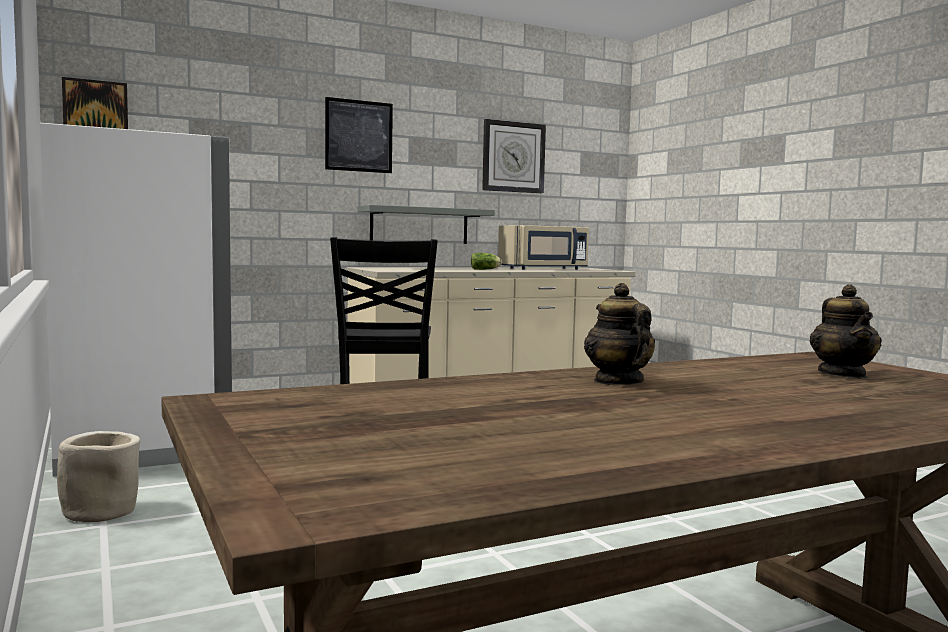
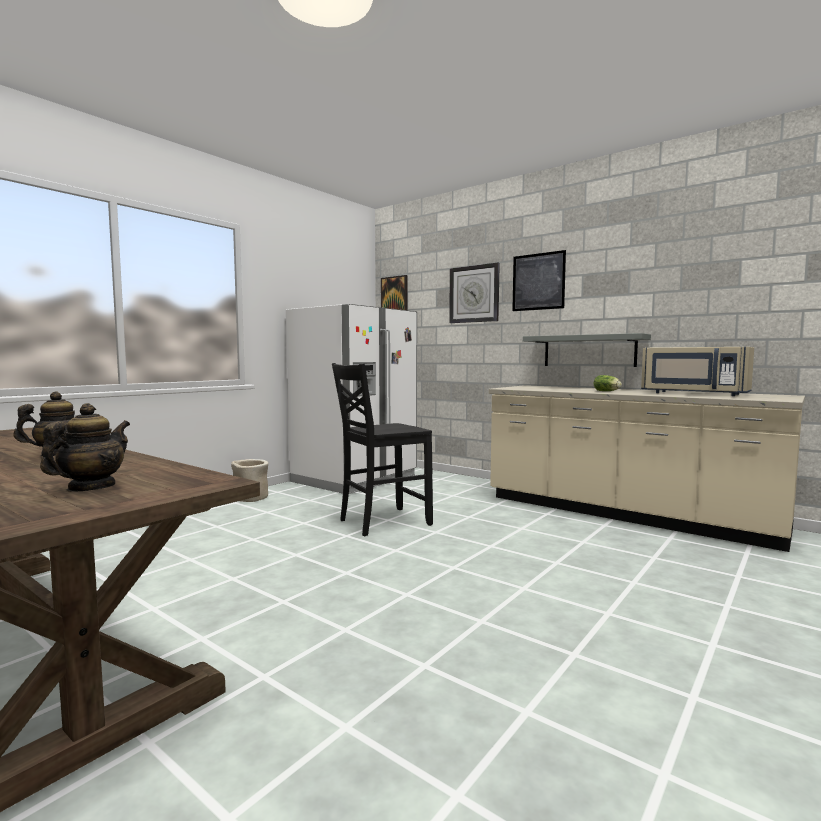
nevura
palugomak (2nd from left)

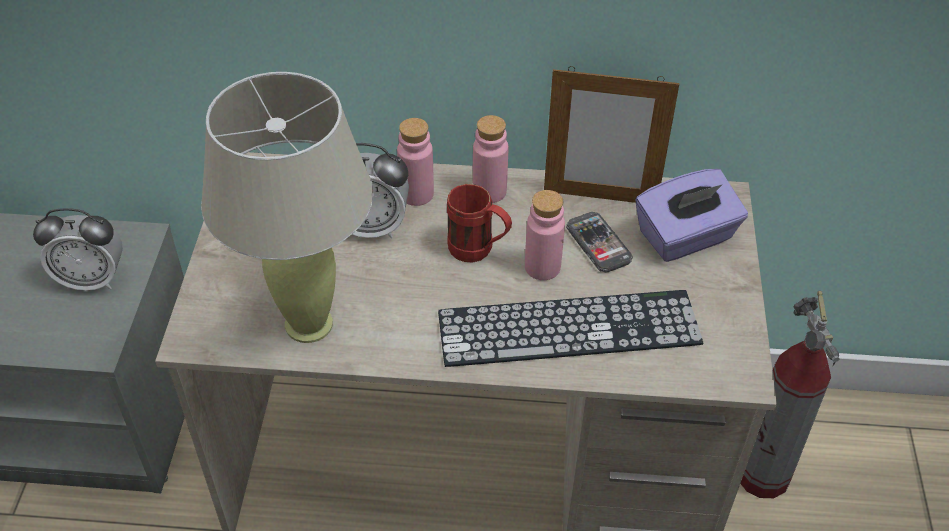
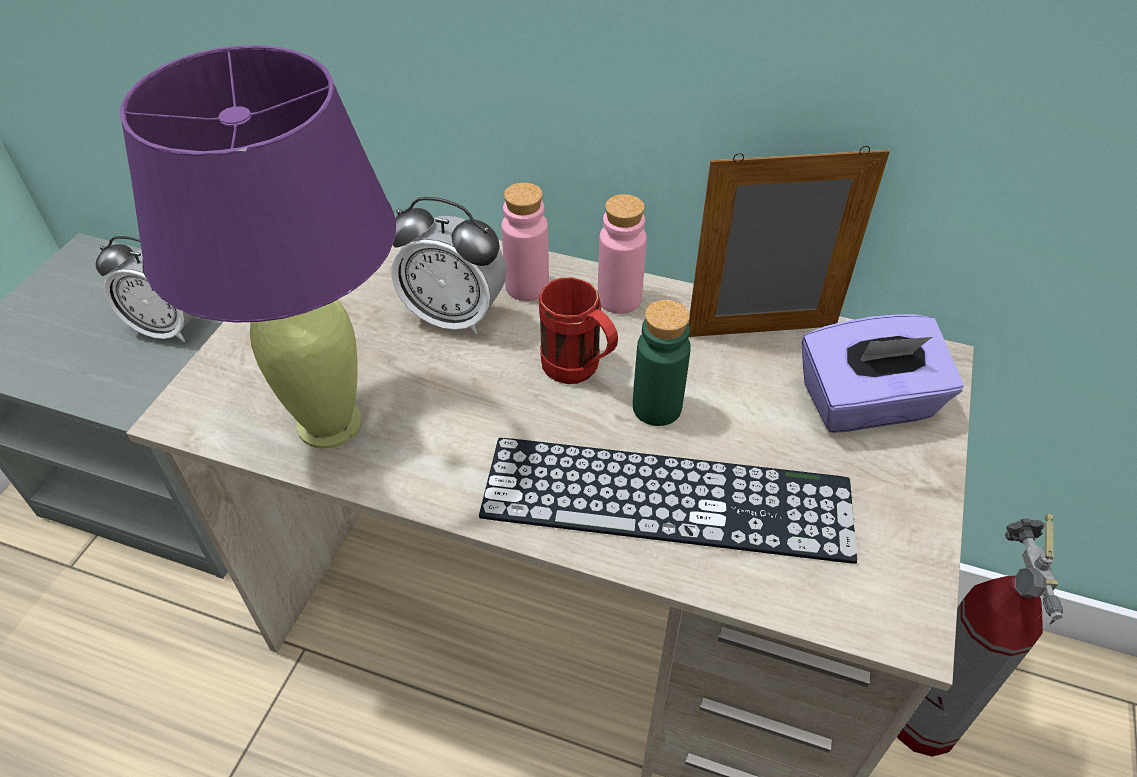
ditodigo
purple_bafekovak
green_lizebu
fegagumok

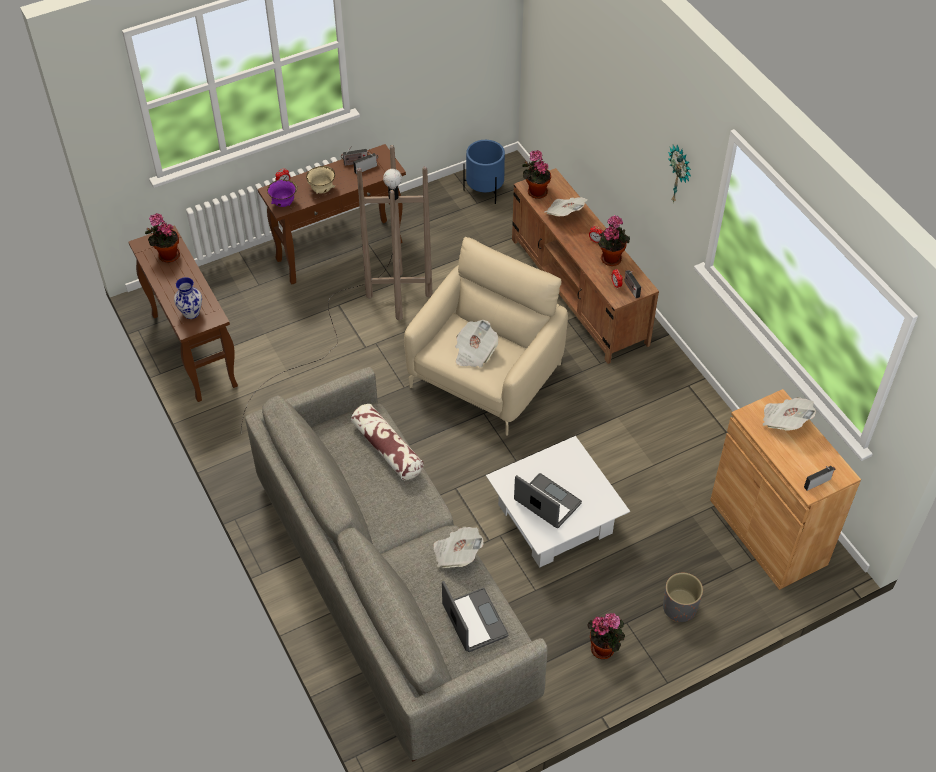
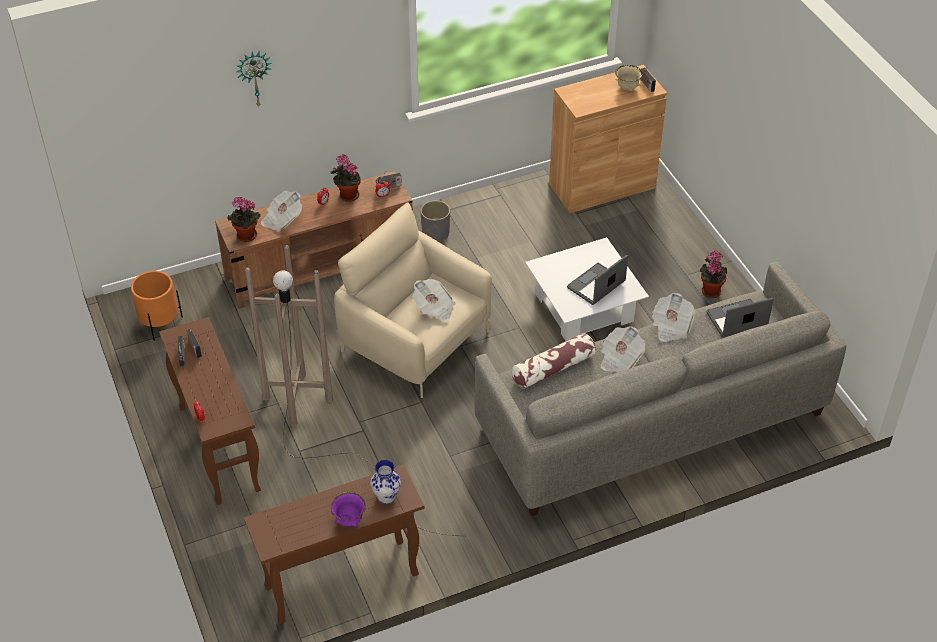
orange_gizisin
nevura
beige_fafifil
purple_fafifil
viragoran (1st from left in the first image)
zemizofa (3rd from left)
grey_gizisin

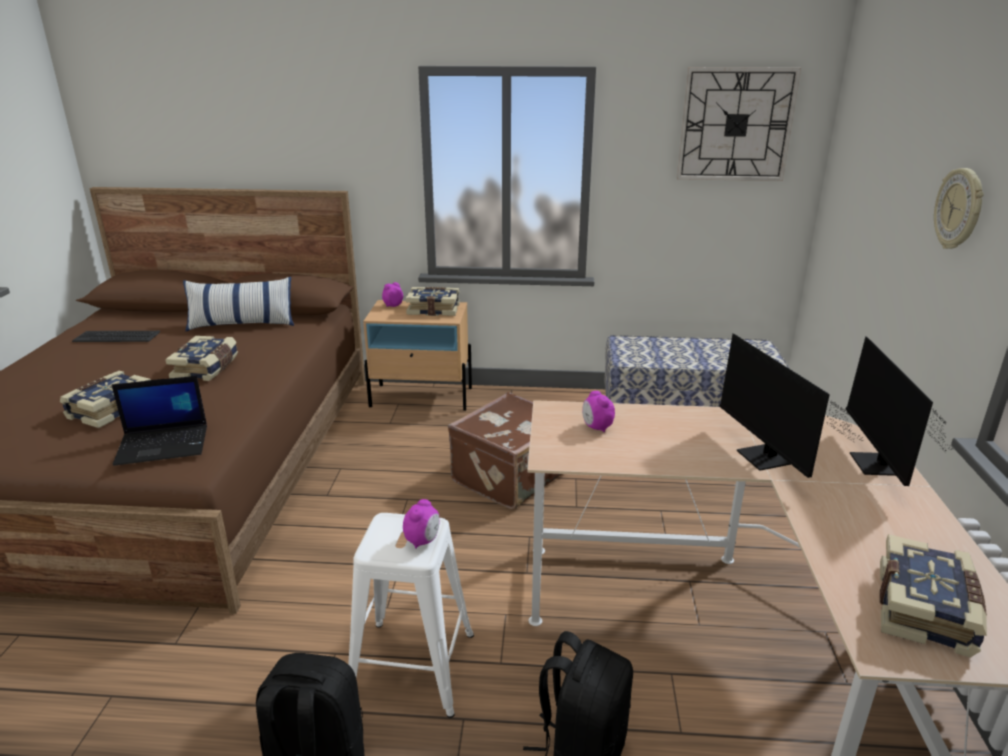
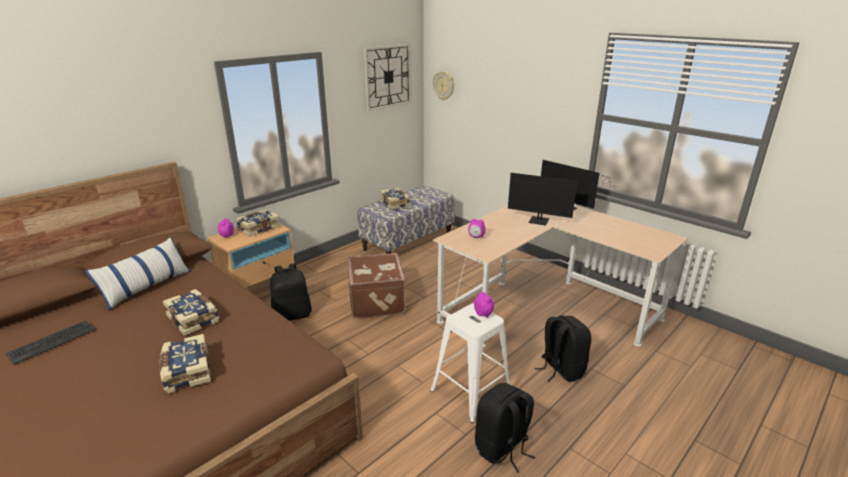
nevura (2nd from left)
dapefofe
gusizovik (4th from left)
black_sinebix (1st from left)

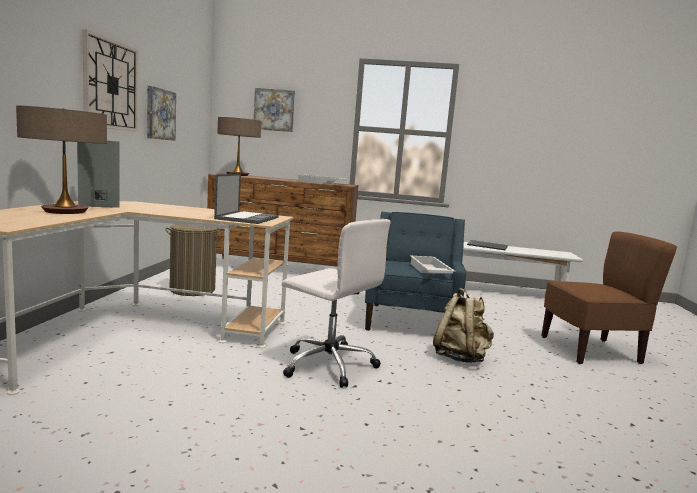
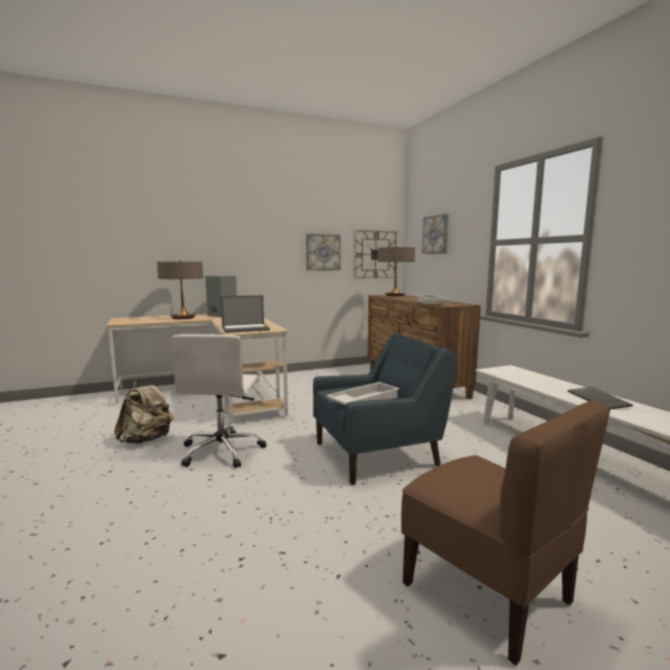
nevura
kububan
beige_sinebix

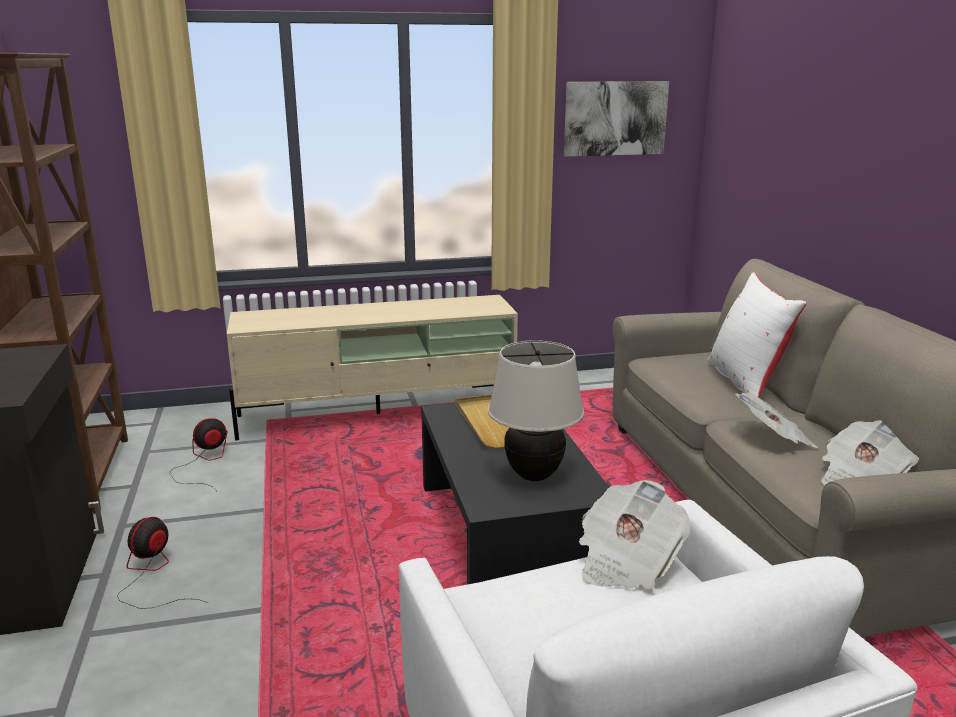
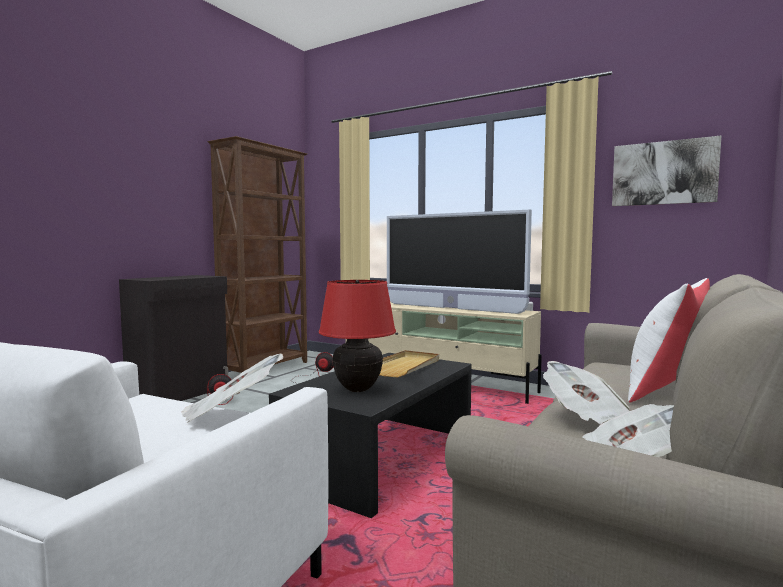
red_bafekovak
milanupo

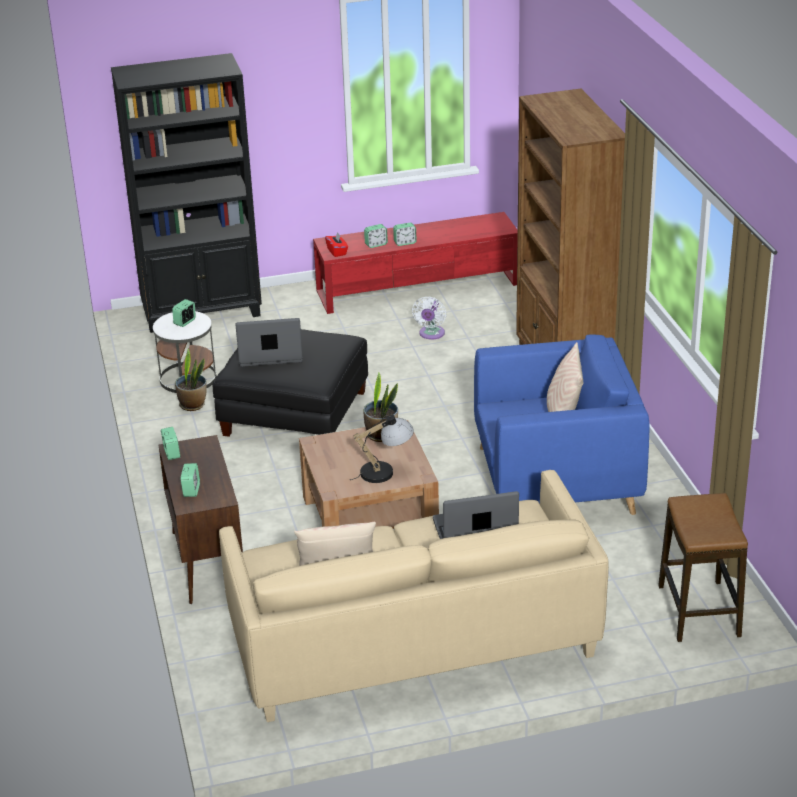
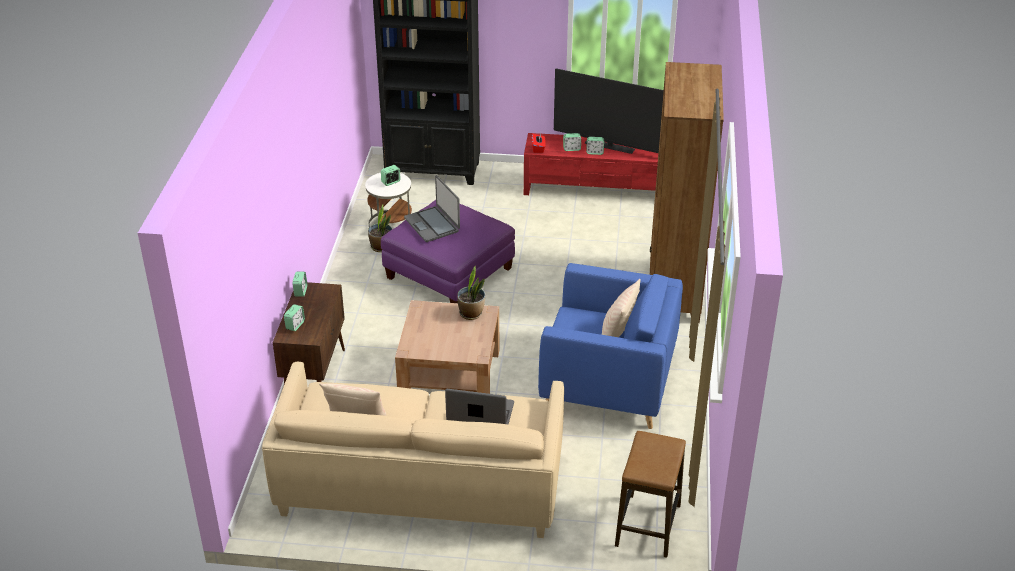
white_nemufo
dapefofe (1st from left)
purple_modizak
bafekovak
milanupo

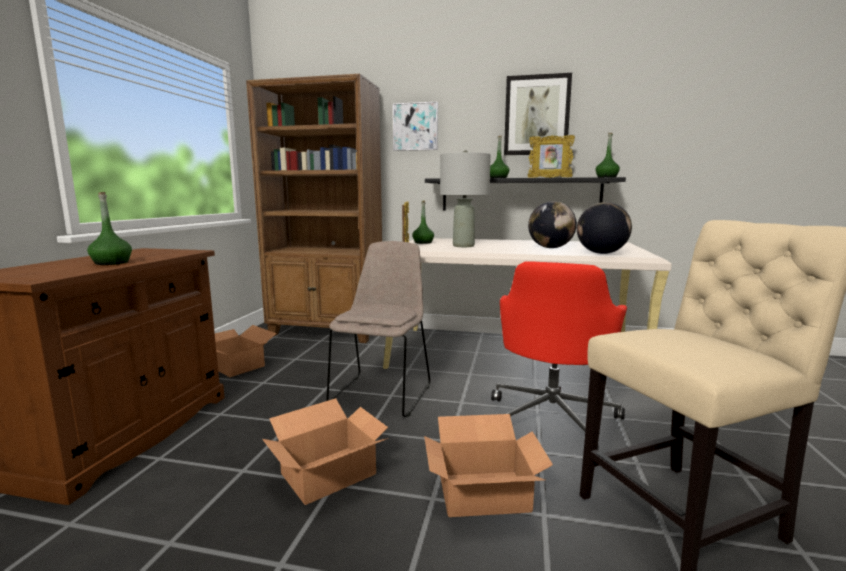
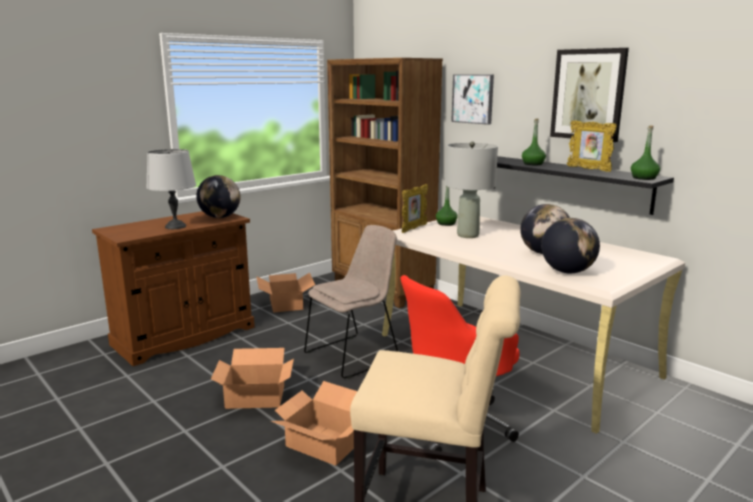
grey_bafekovak (1st from left)
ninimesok (1st from left)

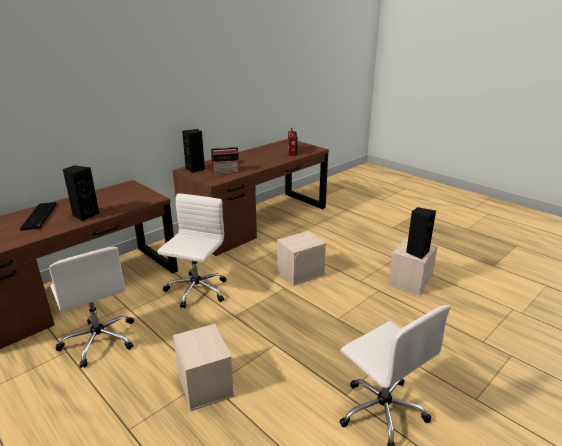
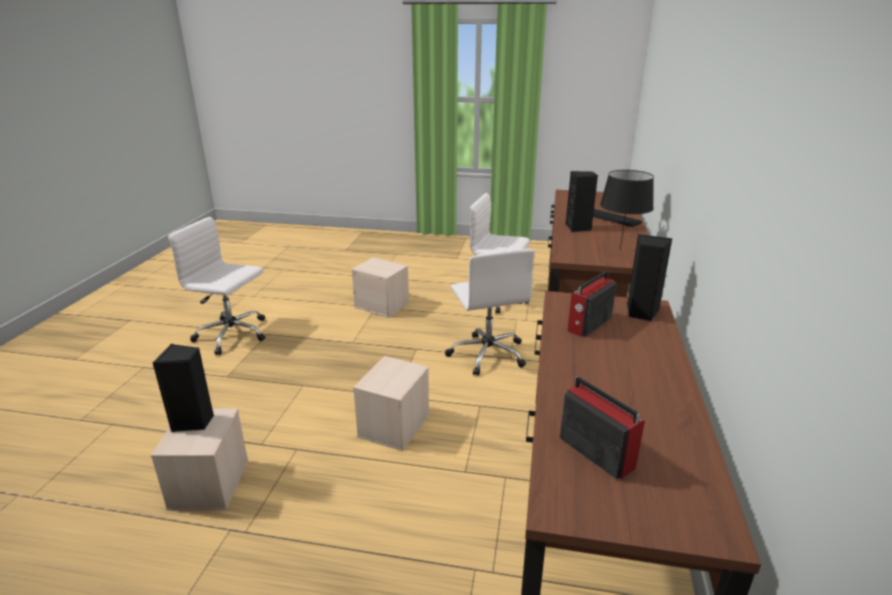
black_bafekovak

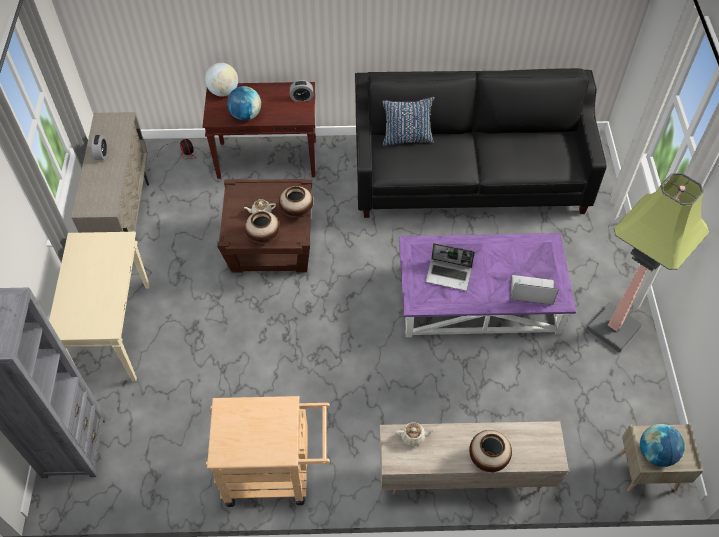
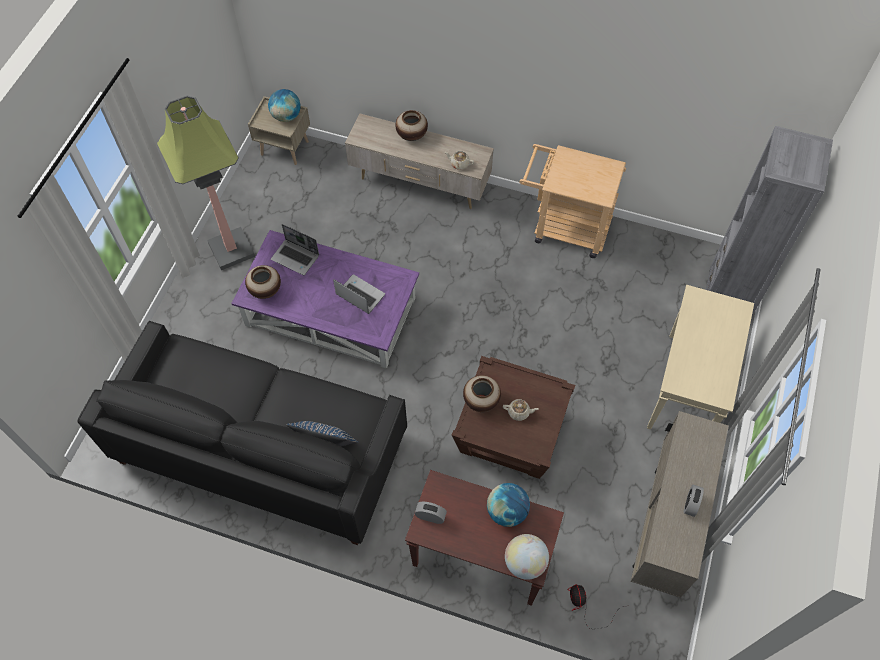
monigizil (1st from left)

